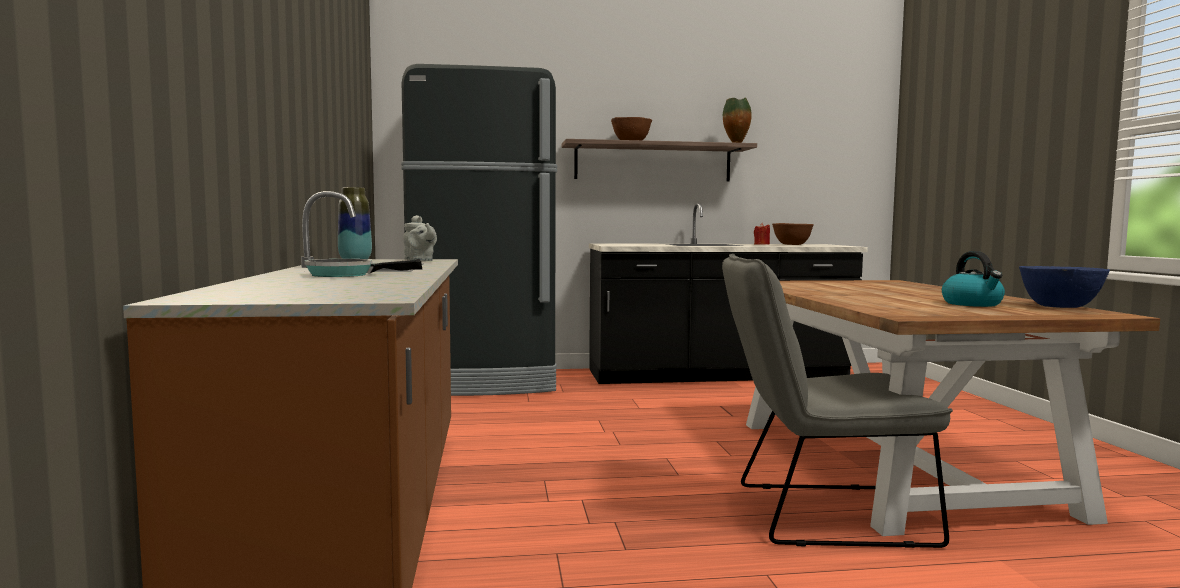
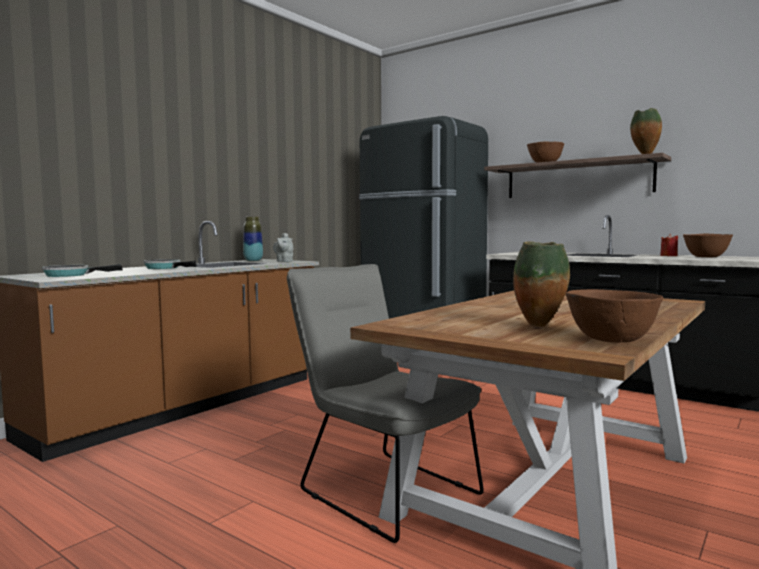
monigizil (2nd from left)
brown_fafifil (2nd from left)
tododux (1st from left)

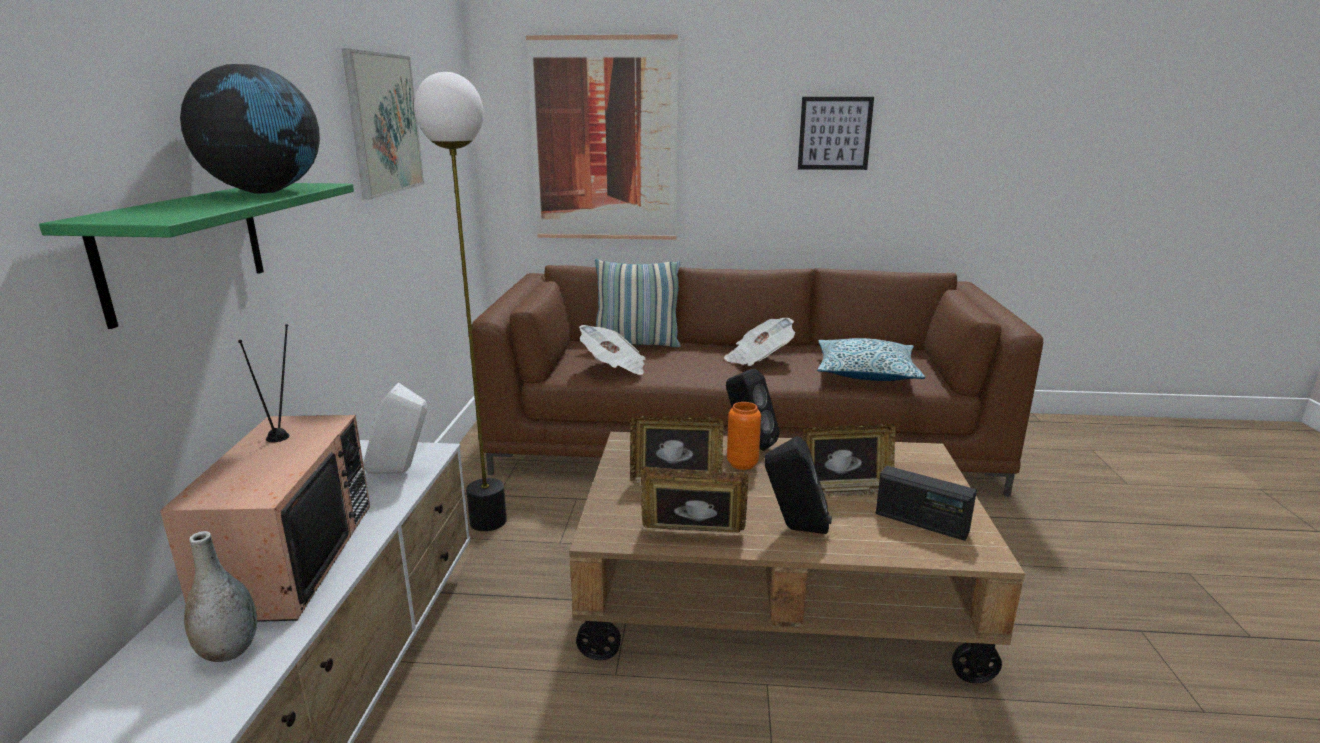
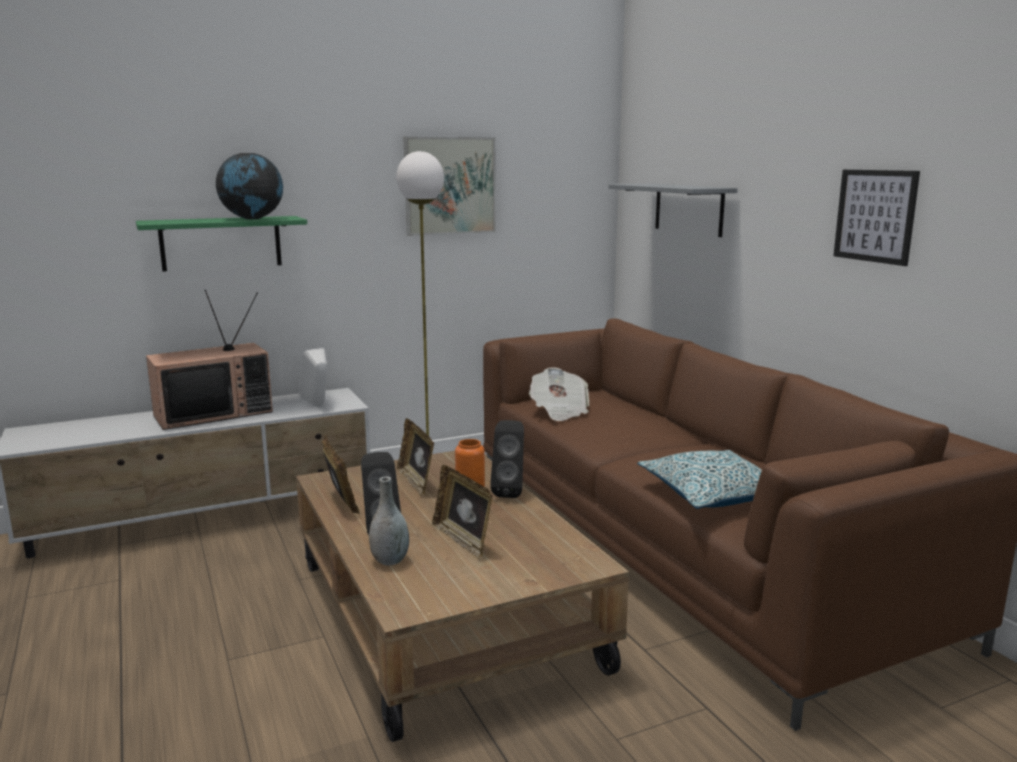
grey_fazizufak
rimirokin (1st from left in the first image)
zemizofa (2nd from left in the first image)
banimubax
grey_monigizil

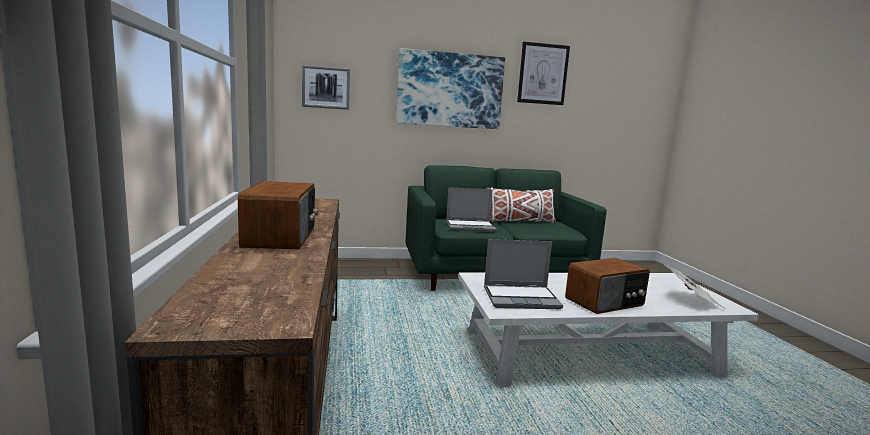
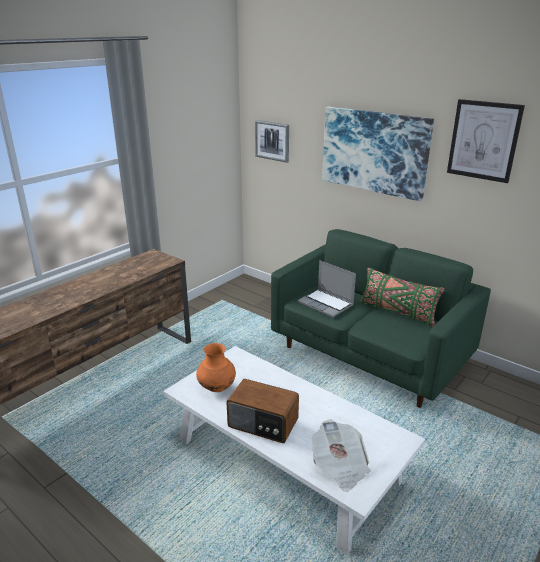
banimubax (1st from left in the first image)
green_rimirokin
orange_monigizil

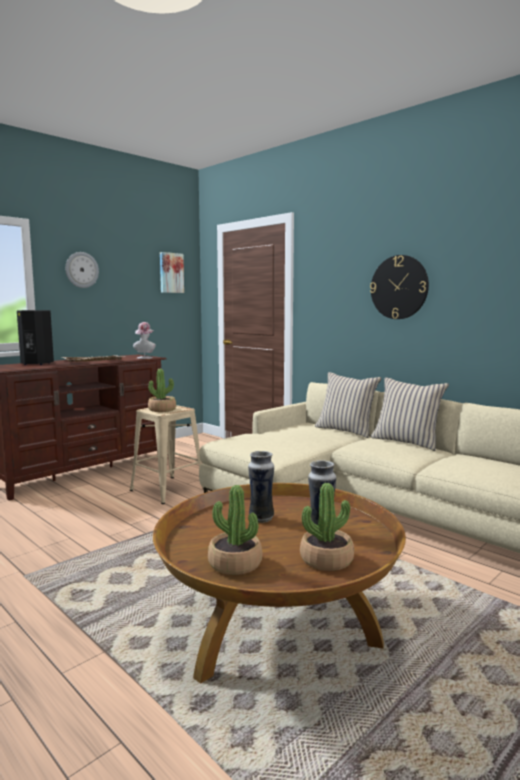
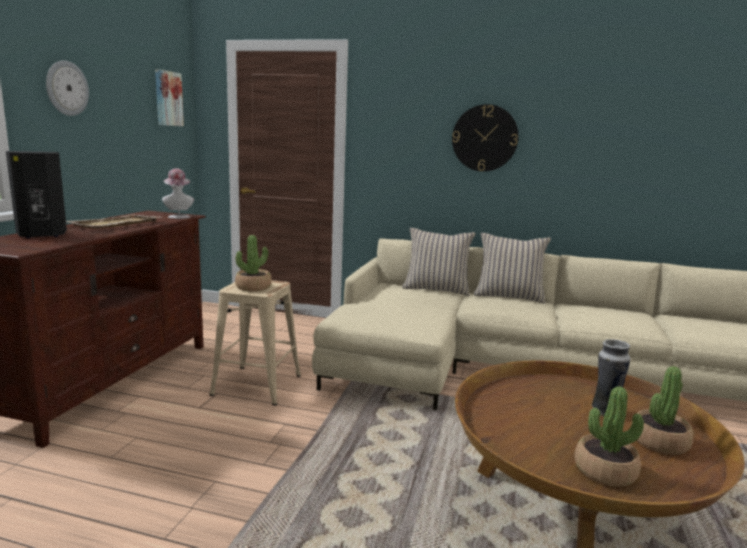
monigizil (1st from left in the first image)

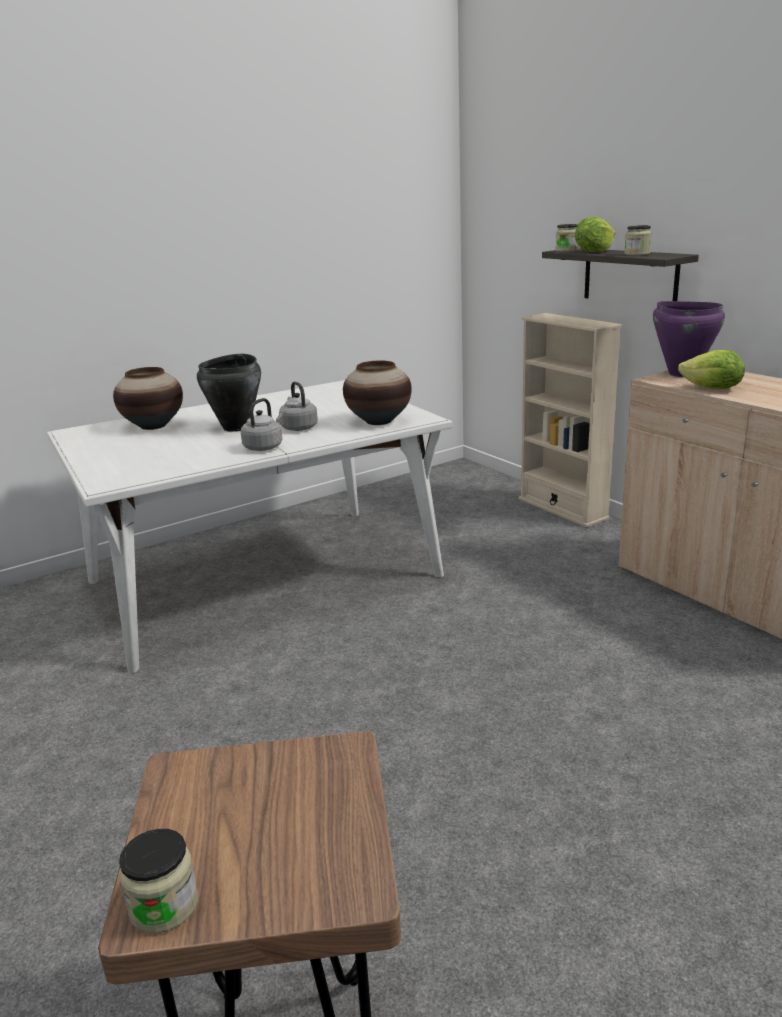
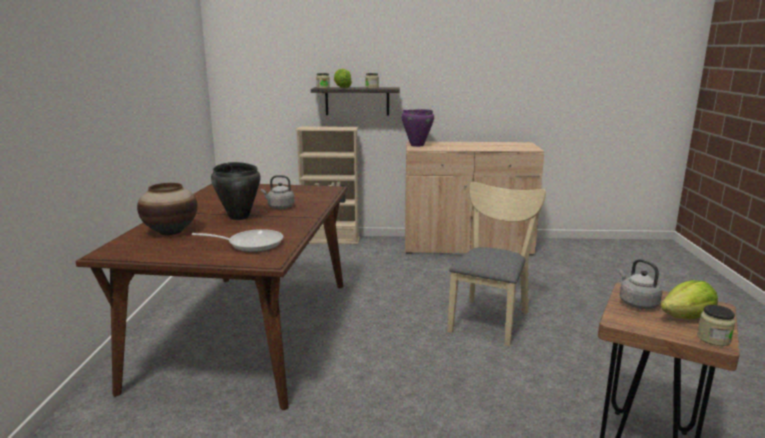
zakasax (2nd from left)
monigizil (2nd from left in the first image)
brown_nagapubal
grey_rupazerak (2nd from left)
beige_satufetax
tododux

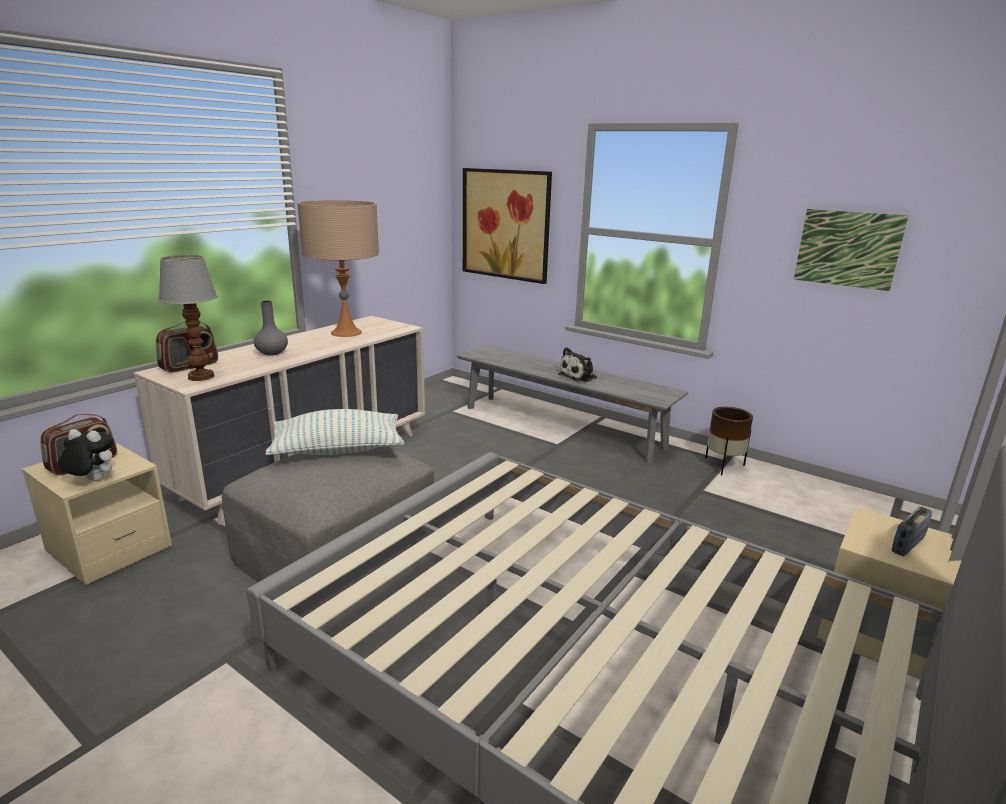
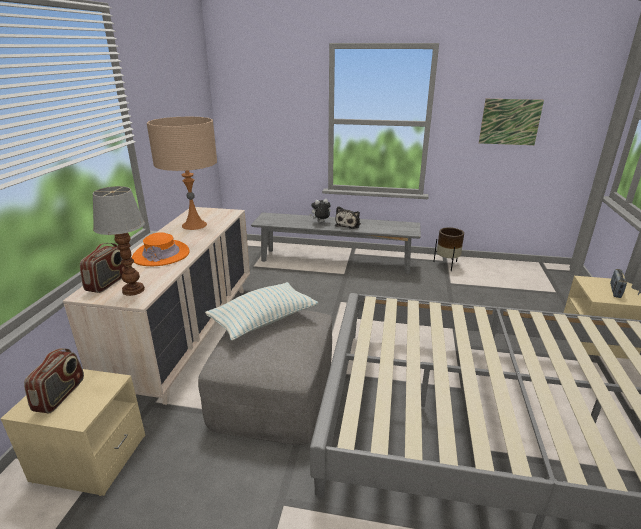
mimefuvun (1st from left in the first image)
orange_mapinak
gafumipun (1st from left)

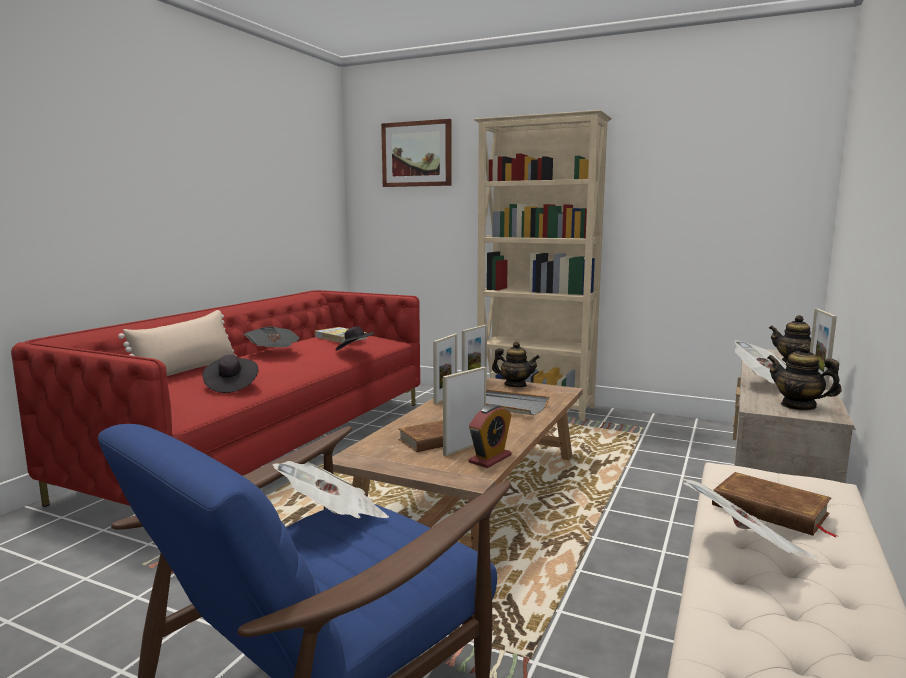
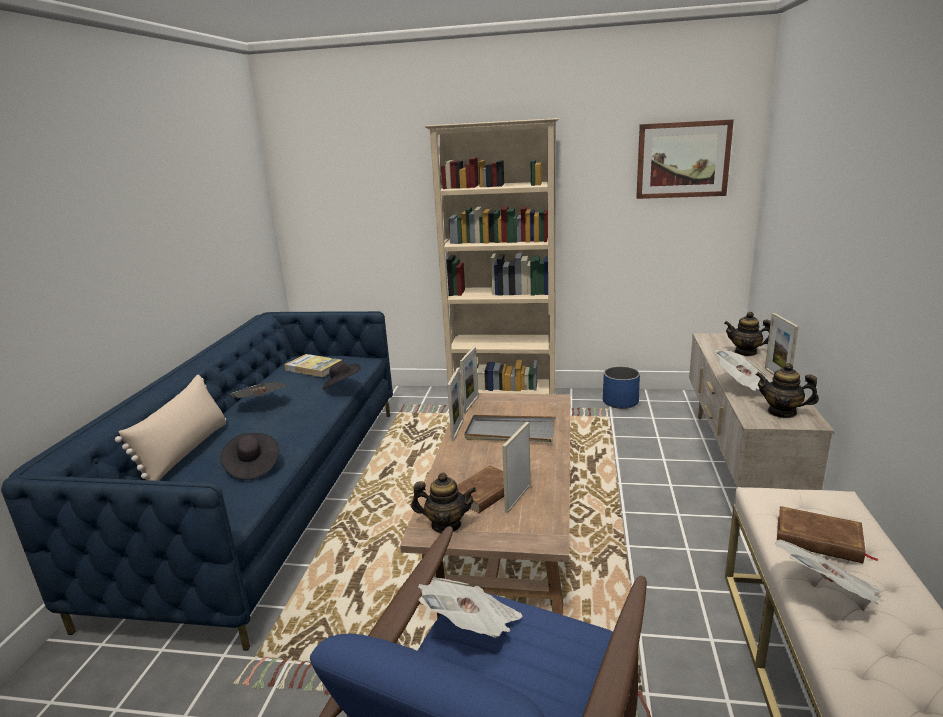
mimefuvun
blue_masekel
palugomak (1st from left)
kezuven
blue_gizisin

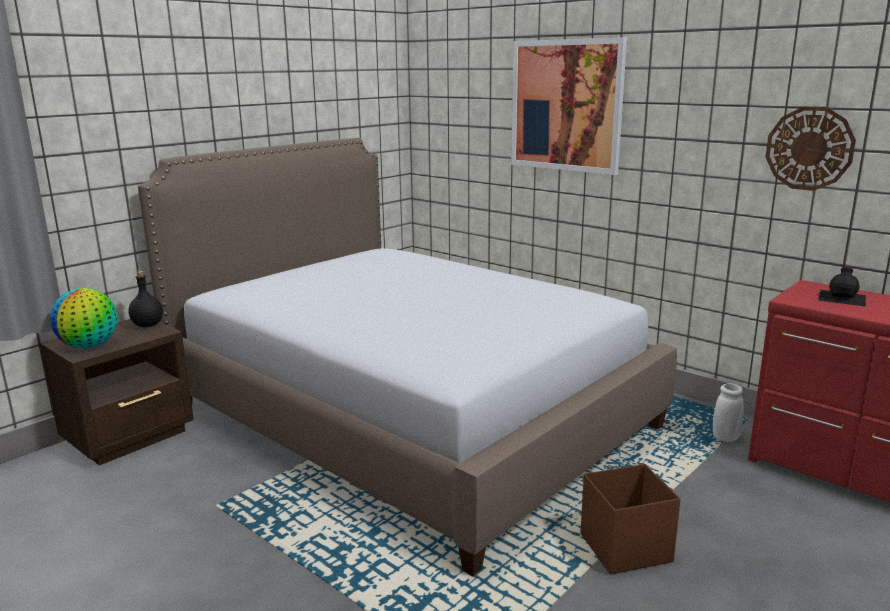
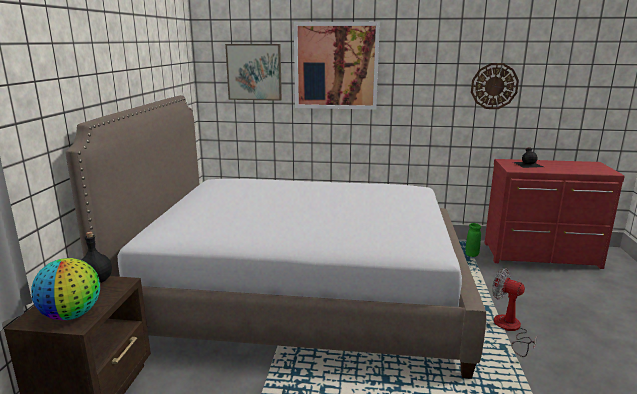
green_monigizil
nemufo
mimefuvun (1st from left)

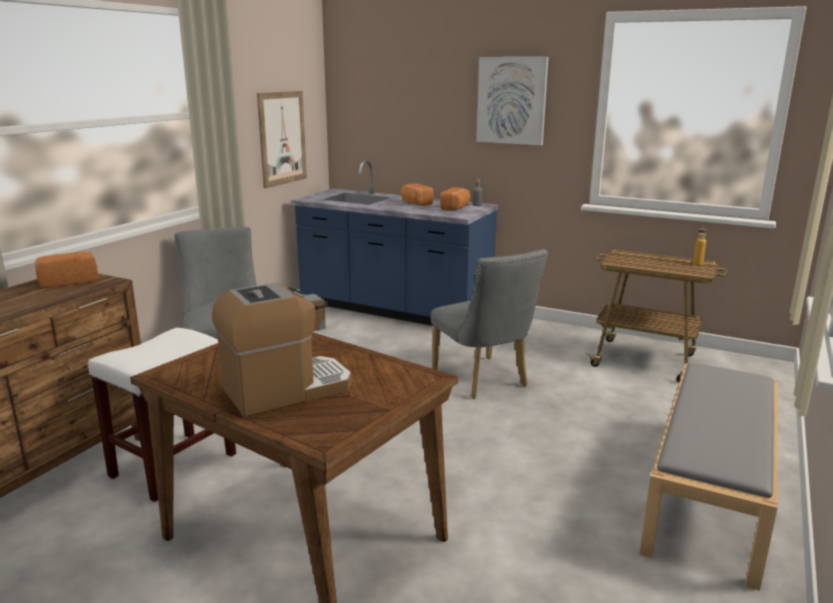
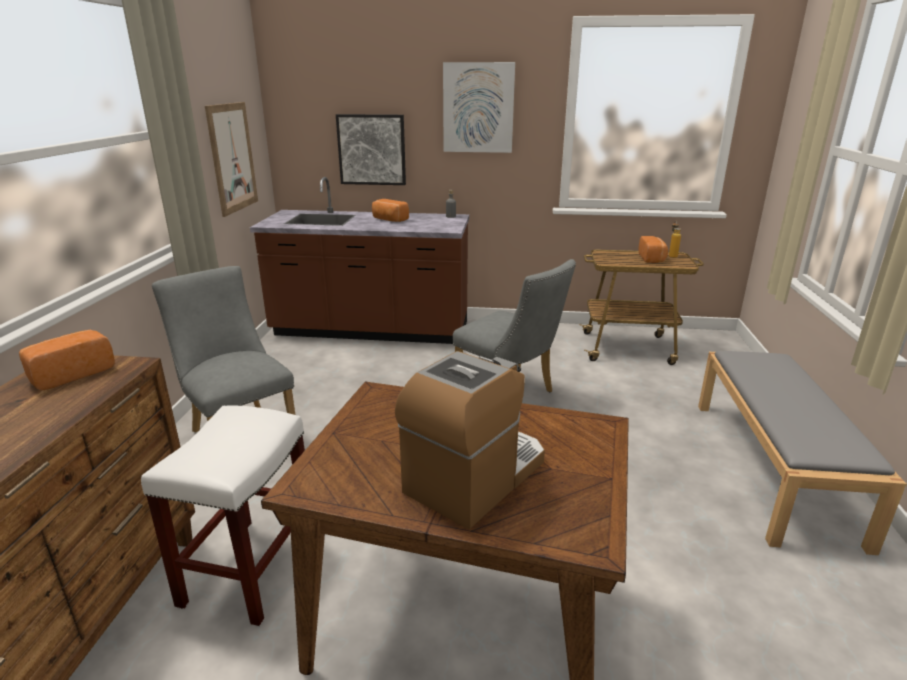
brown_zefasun
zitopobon (3rd from left)
mimefuvun (2nd from left)

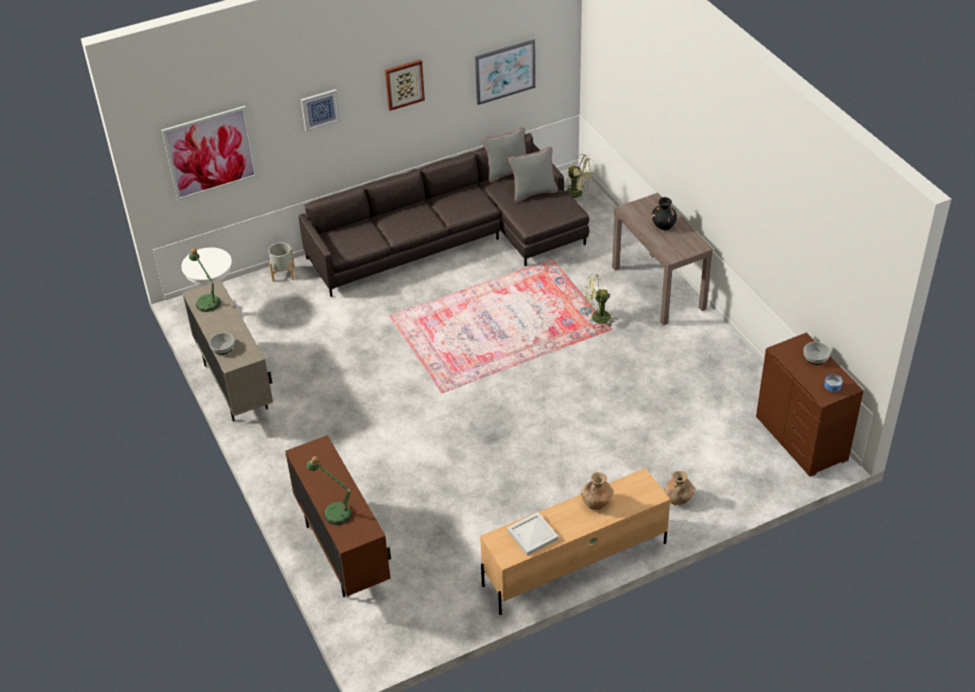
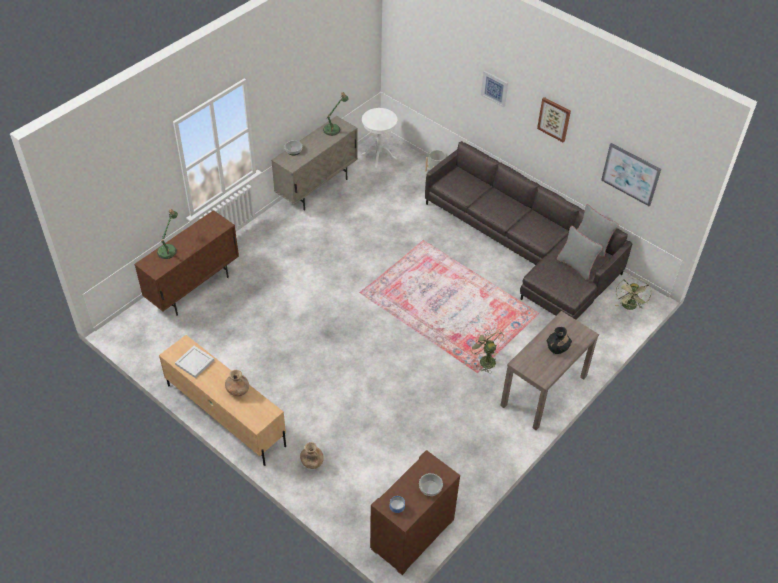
mimefuvun (1st from left in the first image)

